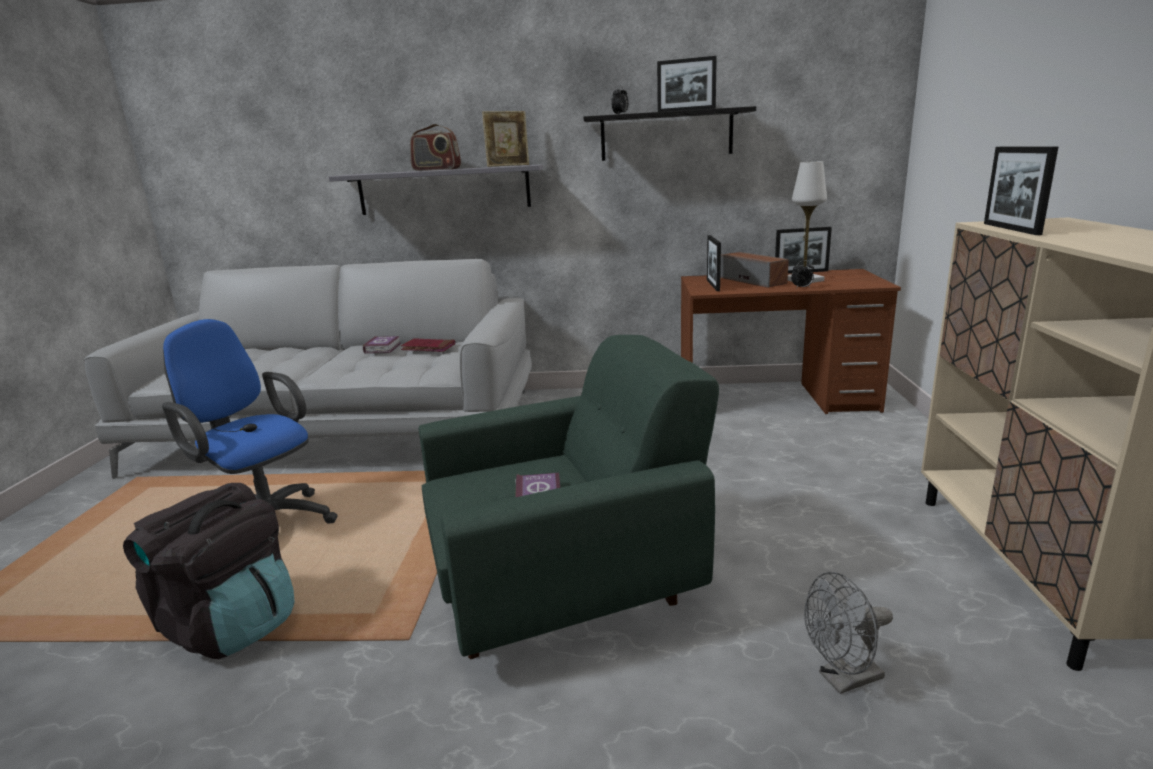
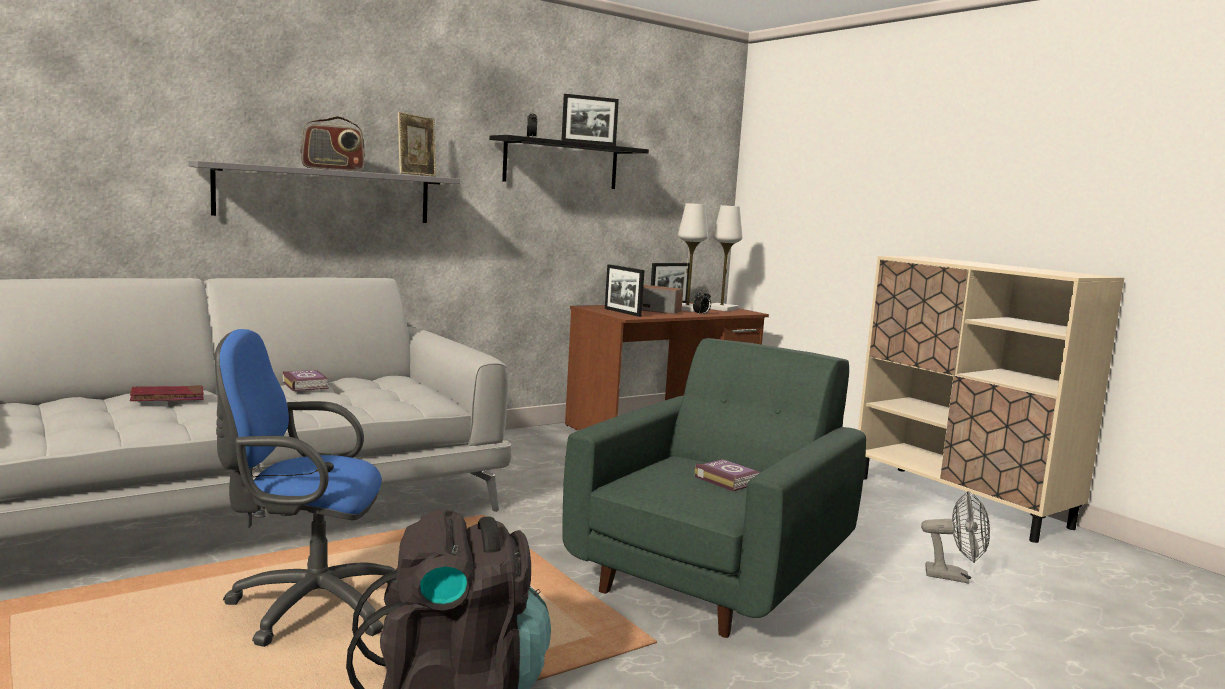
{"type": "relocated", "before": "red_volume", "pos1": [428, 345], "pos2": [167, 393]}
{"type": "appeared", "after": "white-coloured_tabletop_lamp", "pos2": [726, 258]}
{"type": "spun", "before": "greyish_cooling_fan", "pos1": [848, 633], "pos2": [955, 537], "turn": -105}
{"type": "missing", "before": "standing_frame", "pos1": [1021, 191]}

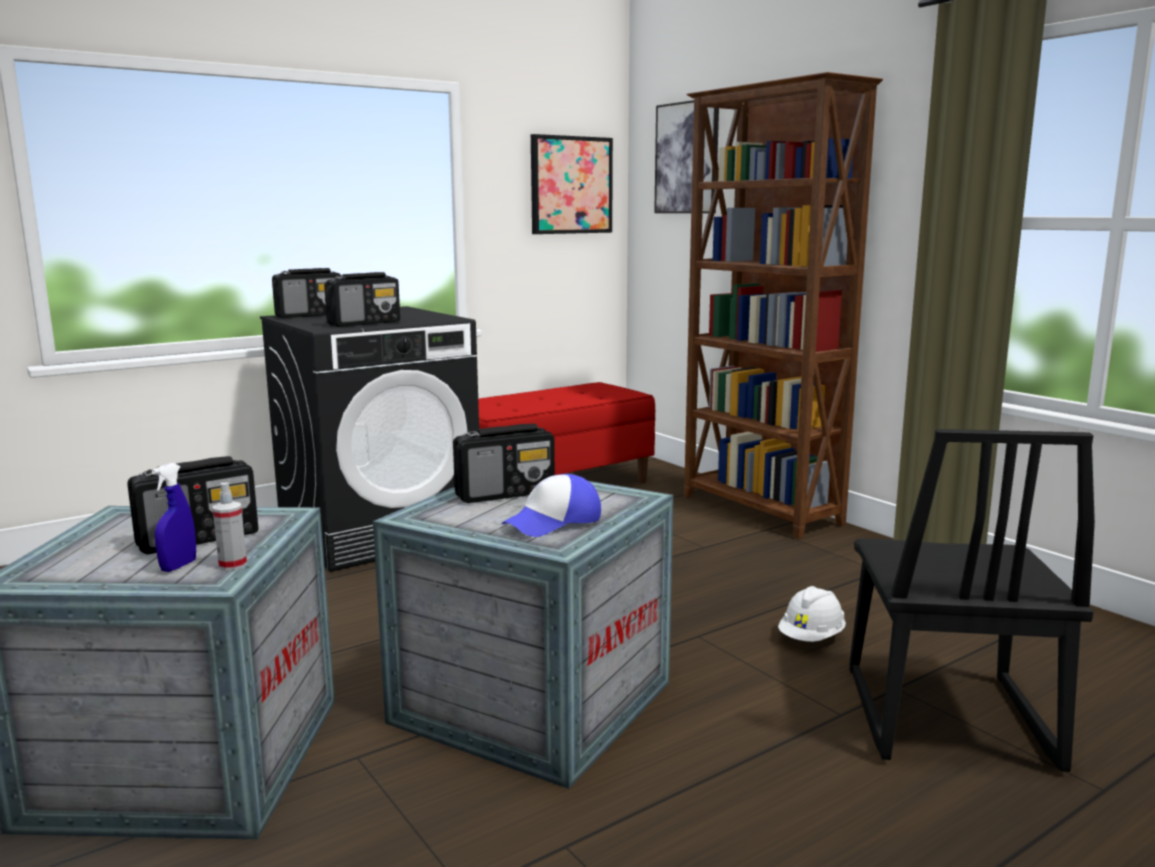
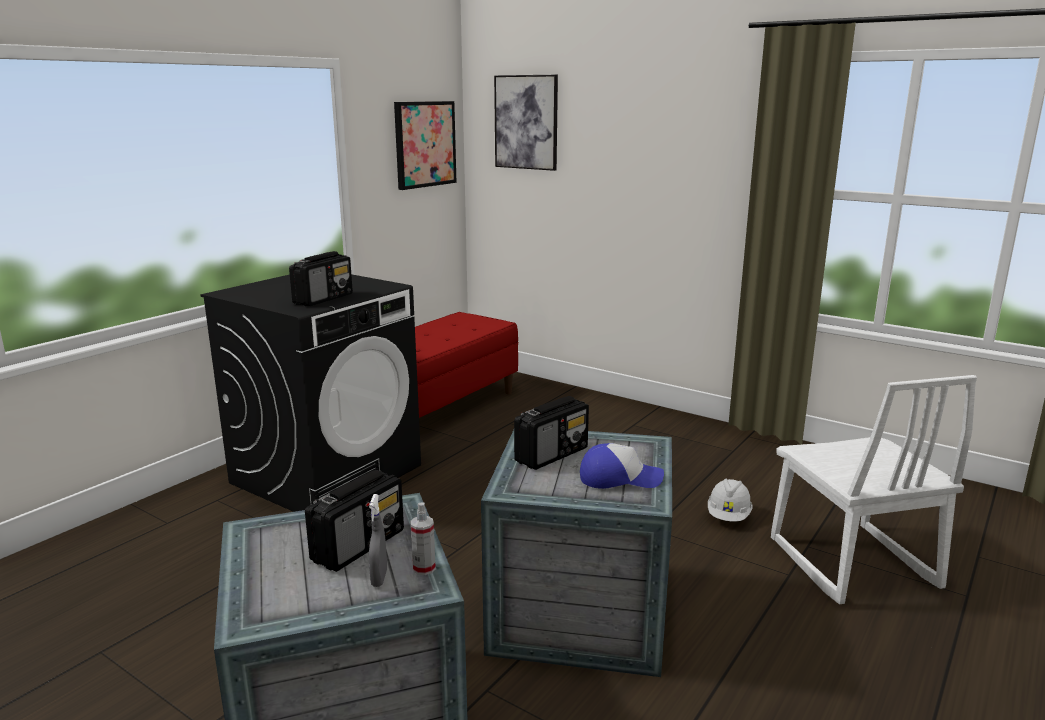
{"type": "colour", "before": "bluish_sprayer", "after": "greyish_sprayer", "pos1": [174, 517], "pos2": [378, 540]}
{"type": "spun", "before": "peaked_cap", "pos1": [551, 505], "pos2": [622, 466], "turn": -120}
{"type": "colour", "before": "blackish_upright_chair", "after": "white-coloured_upright_chair", "pos1": [972, 600], "pos2": [874, 490]}
{"type": "missing", "before": "radio_set", "pos1": [307, 293]}
{"type": "missing", "before": "brown-coloured_shelving_unit", "pos1": [783, 305]}

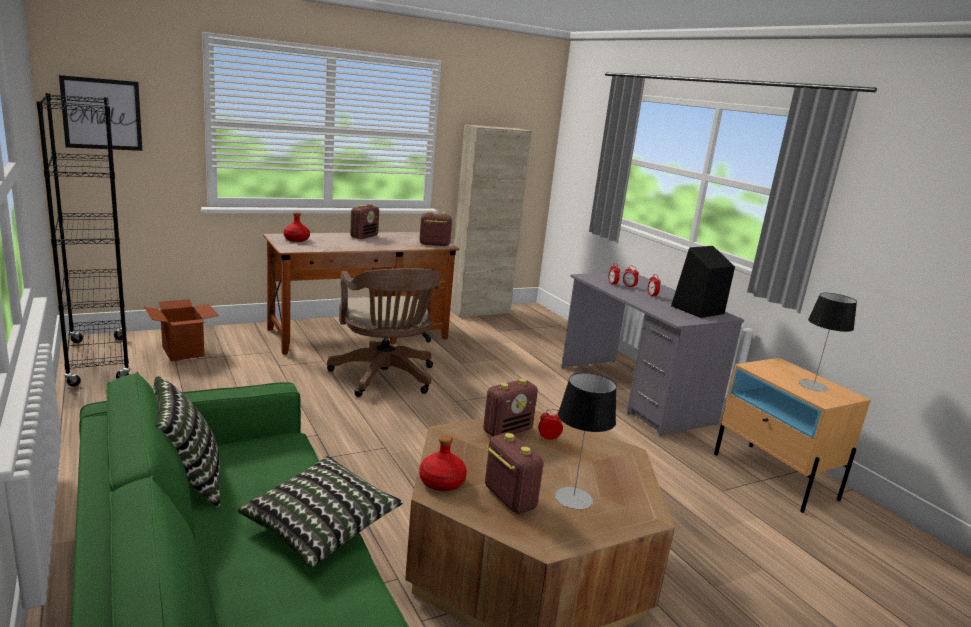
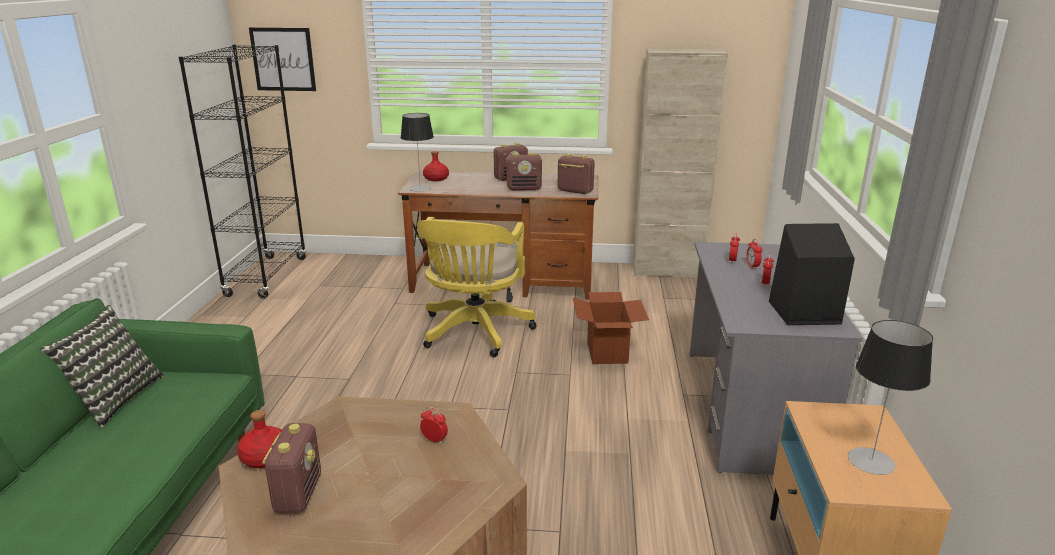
{"type": "relocated", "before": "tabletop_lamp", "pos1": [586, 441], "pos2": [417, 152]}
{"type": "colour", "before": "brown-coloured_office_chair", "after": "yellow-coloured_office_chair", "pos1": [384, 332], "pos2": [477, 287]}
{"type": "relocated", "before": "radio_set", "pos1": [510, 408], "pos2": [524, 171]}
{"type": "relocated", "before": "cardboard_box", "pos1": [181, 330], "pos2": [611, 328]}
{"type": "missing", "before": "cushion", "pos1": [320, 511]}

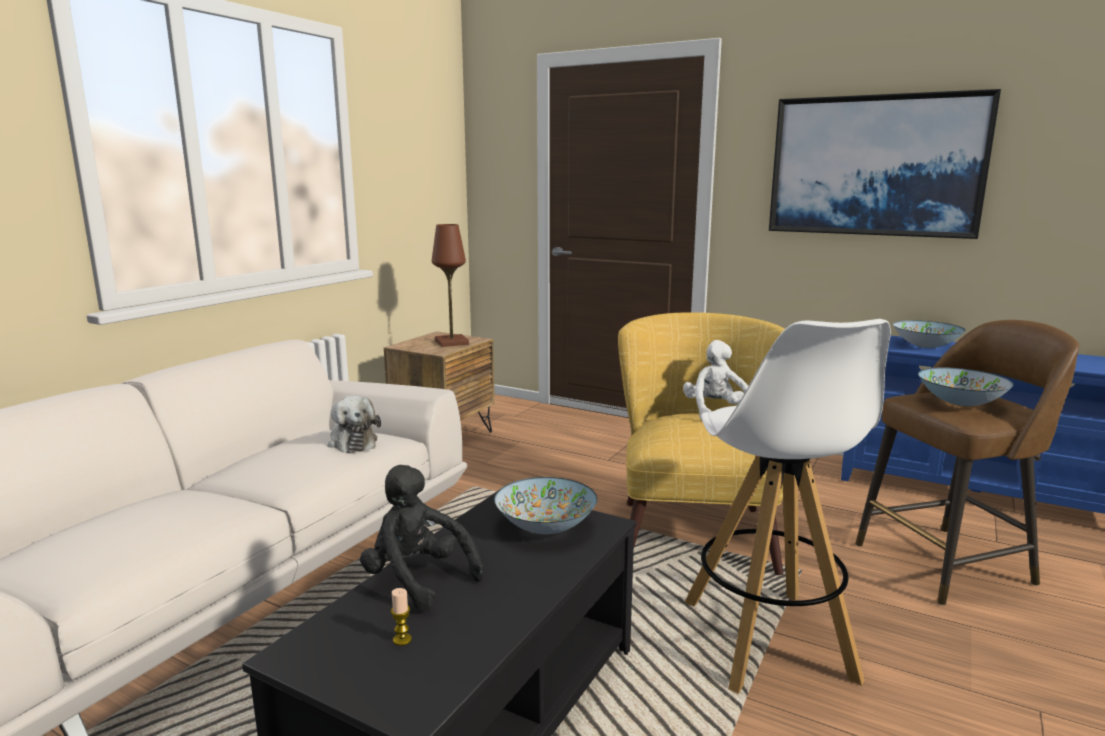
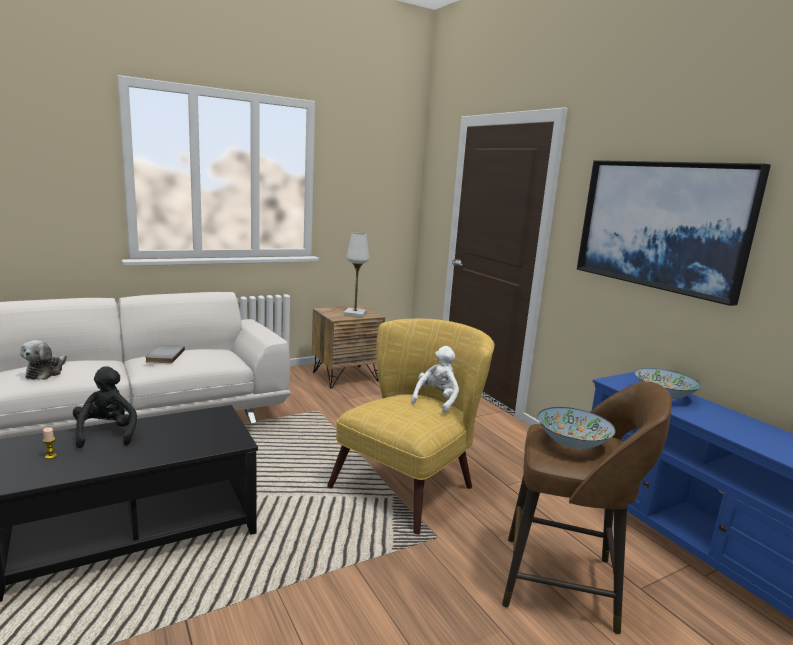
{"type": "relocated", "before": "cuddly_toy", "pos1": [354, 424], "pos2": [43, 360]}
{"type": "appeared", "after": "greyish_volume", "pos2": [165, 354]}
{"type": "colour", "before": "brown-coloured_tabletop_lamp", "after": "white-coloured_tabletop_lamp", "pos1": [450, 285], "pos2": [357, 275]}
{"type": "missing", "before": "bowl", "pos1": [545, 505]}
{"type": "missing", "before": "white-coloured_stool", "pos1": [787, 506]}

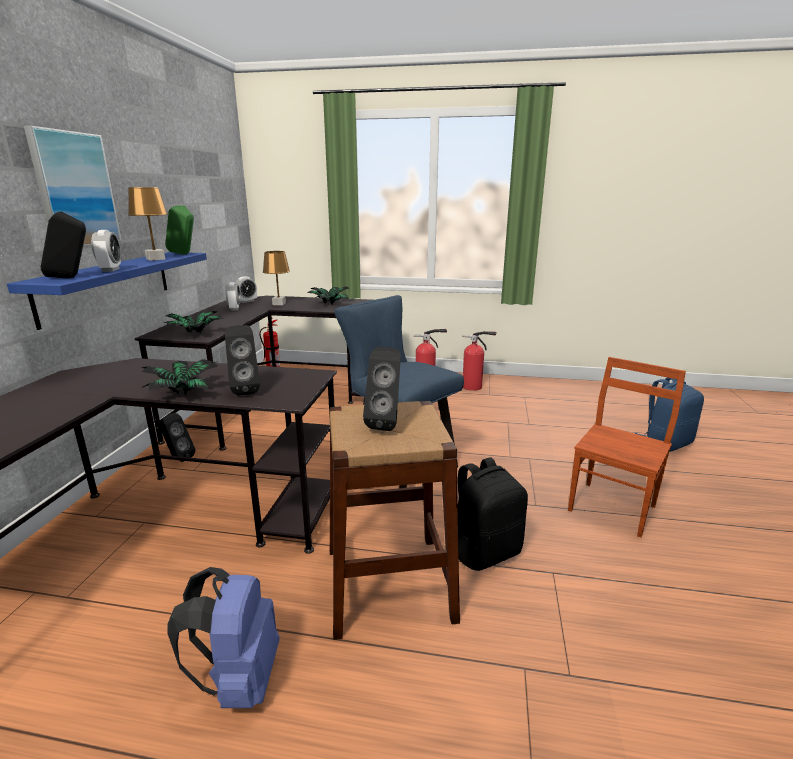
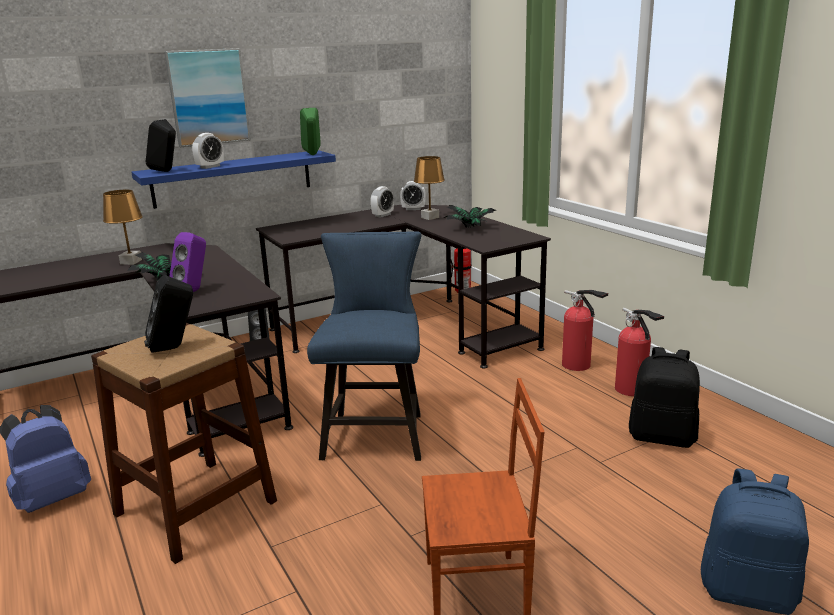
{"type": "relocated", "before": "brown-coloured_tabletop_lamp", "pos1": [147, 224], "pos2": [123, 227]}
{"type": "colour", "before": "blackish_audio_speaker", "after": "purple_audio_speaker", "pos1": [242, 360], "pos2": [187, 262]}
{"type": "relocated", "before": "blackish_rucksack", "pos1": [493, 514], "pos2": [664, 397]}
{"type": "missing", "before": "plant_in_a_pot", "pos1": [193, 322]}

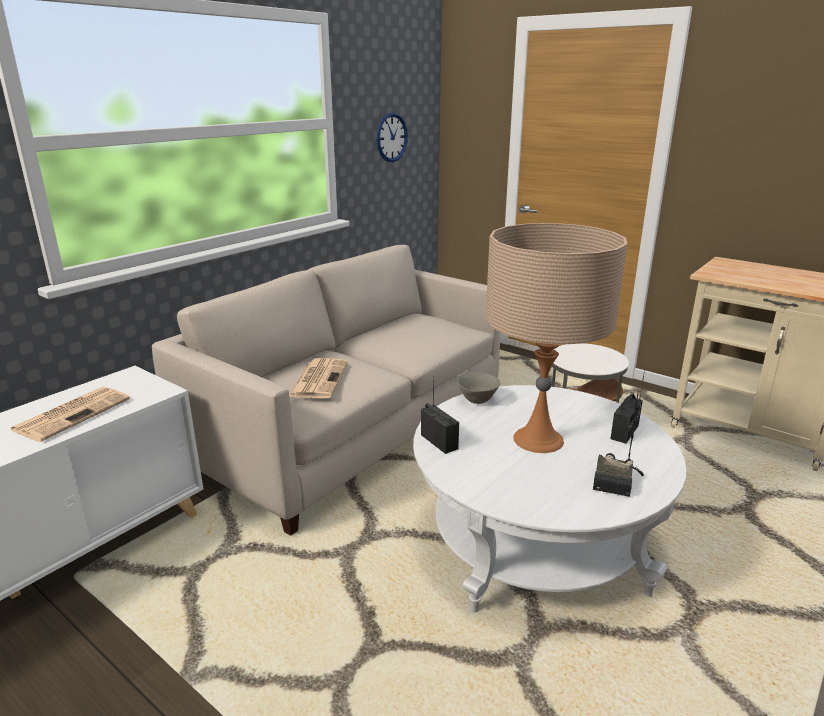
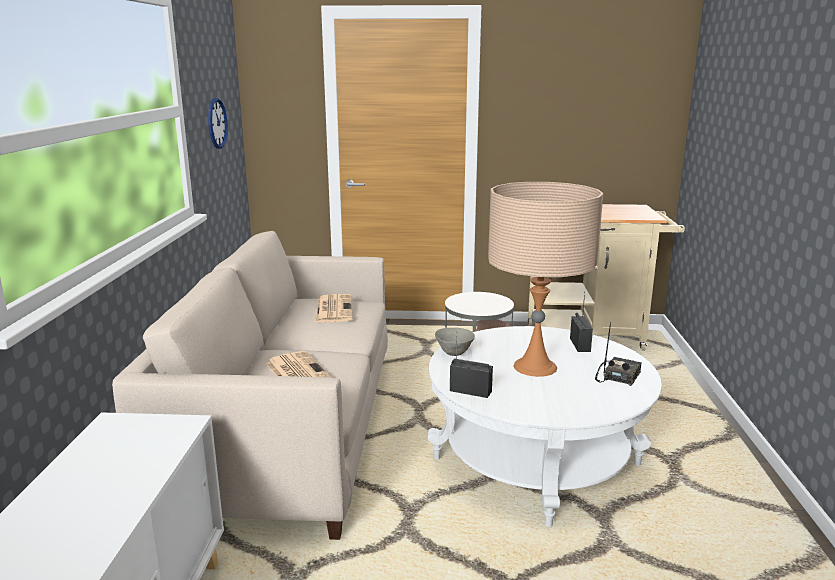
{"type": "relocated", "before": "newspaper", "pos1": [70, 414], "pos2": [333, 308]}
{"type": "spun", "before": "radio_set", "pos1": [618, 443], "pos2": [618, 354], "turn": -135}

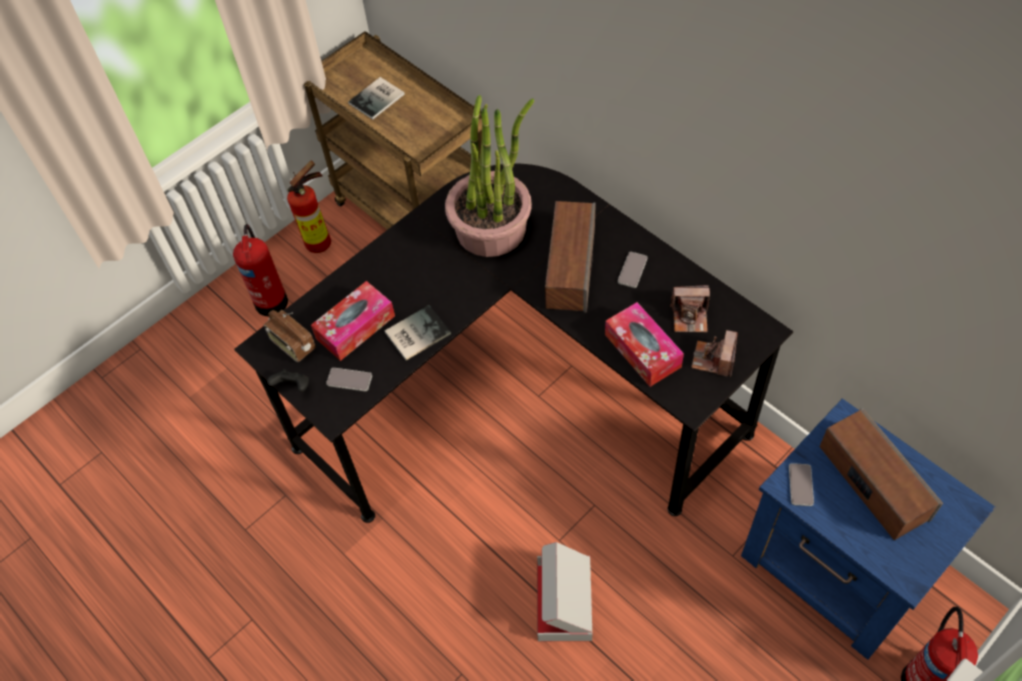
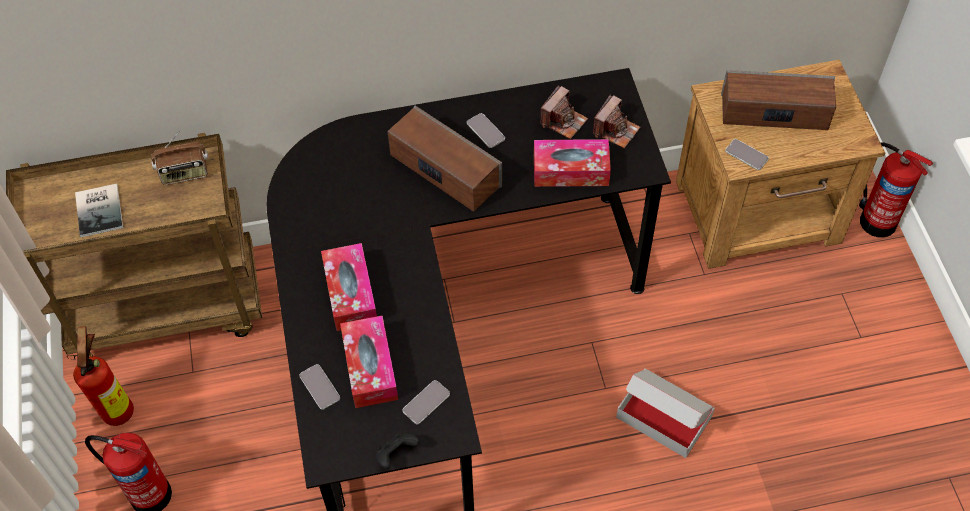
{"type": "relocated", "before": "radio_set", "pos1": [290, 336], "pos2": [179, 157]}
{"type": "appeared", "after": "handset", "pos2": [319, 387]}
{"type": "appeared", "after": "tissue_holder", "pos2": [349, 287]}
{"type": "spun", "before": "photo_camera", "pos1": [714, 353], "pos2": [616, 121], "turn": -105}
{"type": "colour", "before": "bluish_bedside_table", "after": "brown-coloured_bedside_table", "pos1": [868, 529], "pos2": [780, 164]}
{"type": "missing", "before": "volume", "pos1": [418, 332]}
{"type": "missing", "before": "plant_in_a_pot", "pos1": [489, 176]}

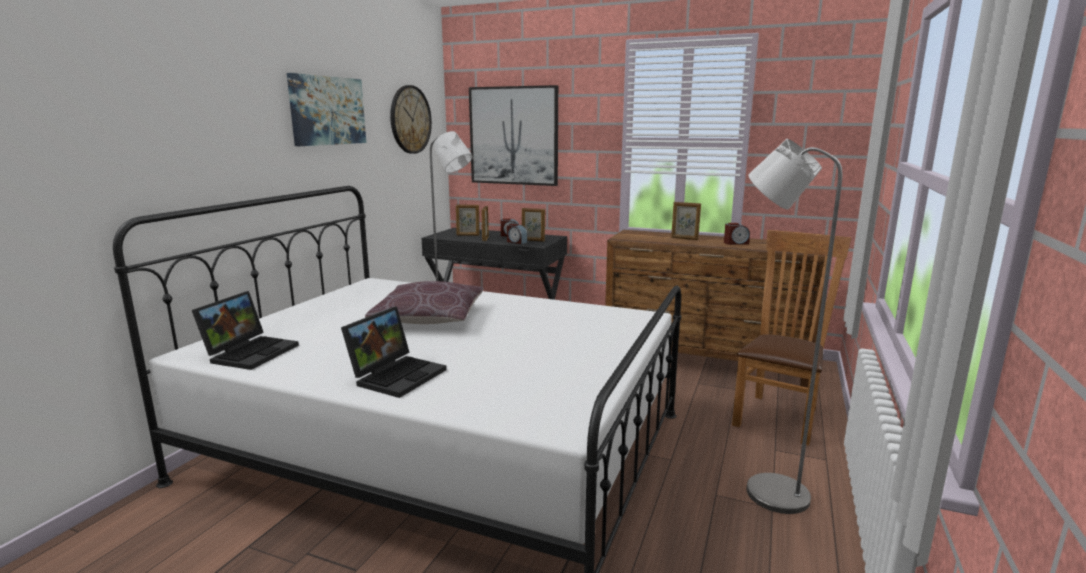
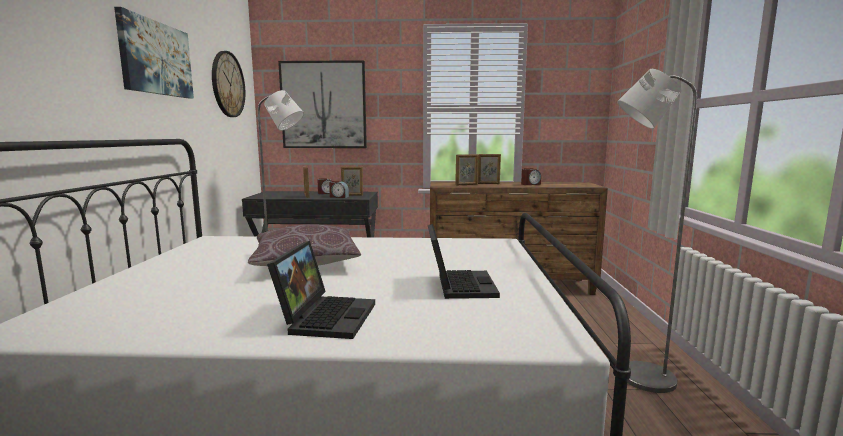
{"type": "relocated", "before": "laptop", "pos1": [245, 330], "pos2": [464, 261]}
{"type": "relocated", "before": "standing_frame", "pos1": [467, 220], "pos2": [466, 169]}
{"type": "missing", "before": "brown-coloured_upright_chair", "pos1": [791, 338]}

